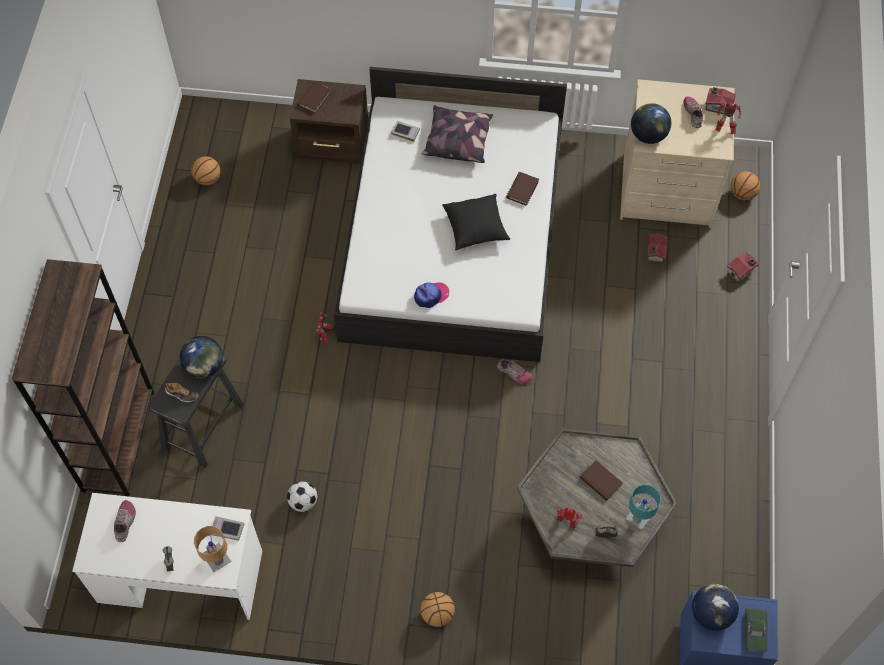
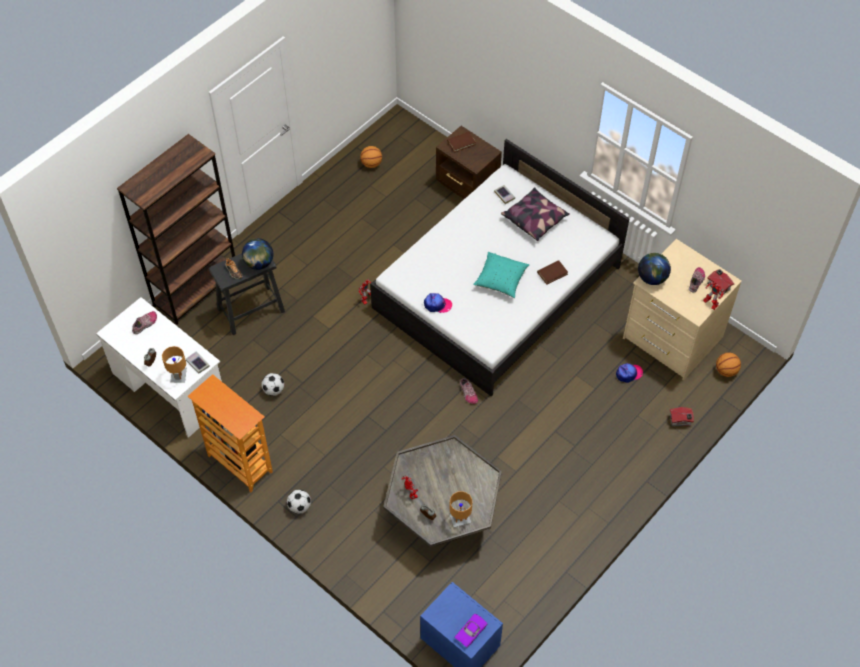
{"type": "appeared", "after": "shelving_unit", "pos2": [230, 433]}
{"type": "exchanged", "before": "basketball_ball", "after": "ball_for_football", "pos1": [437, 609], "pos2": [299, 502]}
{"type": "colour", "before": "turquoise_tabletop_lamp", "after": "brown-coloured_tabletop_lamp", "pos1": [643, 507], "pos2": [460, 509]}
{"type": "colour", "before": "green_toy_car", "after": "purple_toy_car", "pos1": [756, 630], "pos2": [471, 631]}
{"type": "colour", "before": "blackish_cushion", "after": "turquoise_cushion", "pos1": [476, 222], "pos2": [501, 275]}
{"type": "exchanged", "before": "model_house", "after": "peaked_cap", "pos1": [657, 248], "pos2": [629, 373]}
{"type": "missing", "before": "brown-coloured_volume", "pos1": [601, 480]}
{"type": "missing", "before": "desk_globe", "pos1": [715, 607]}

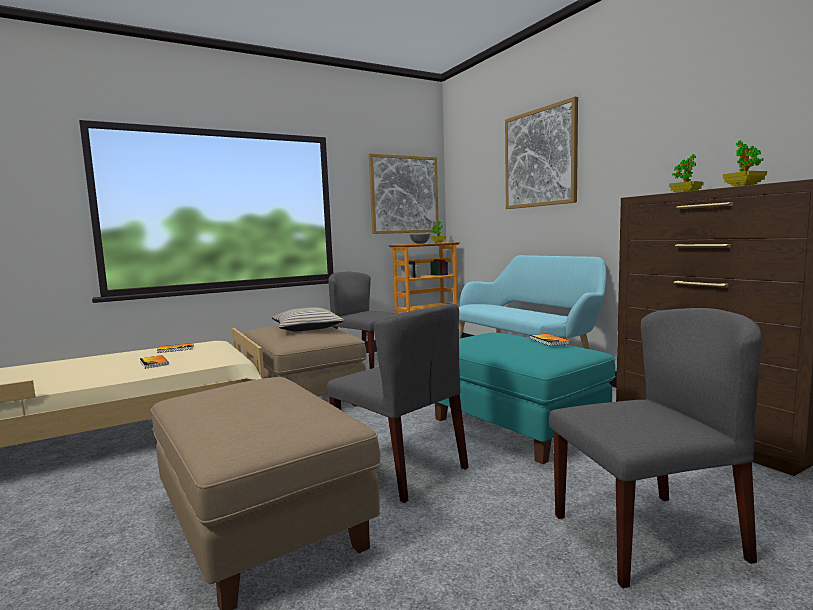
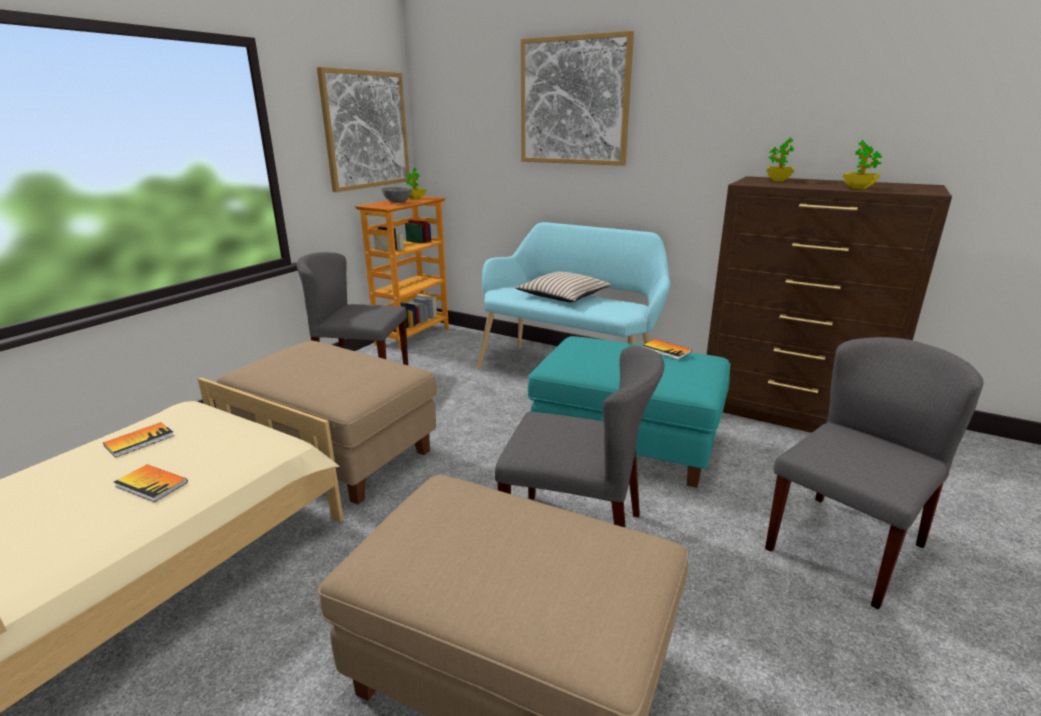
{"type": "relocated", "before": "sand-coloured_cushion", "pos1": [308, 319], "pos2": [564, 286]}

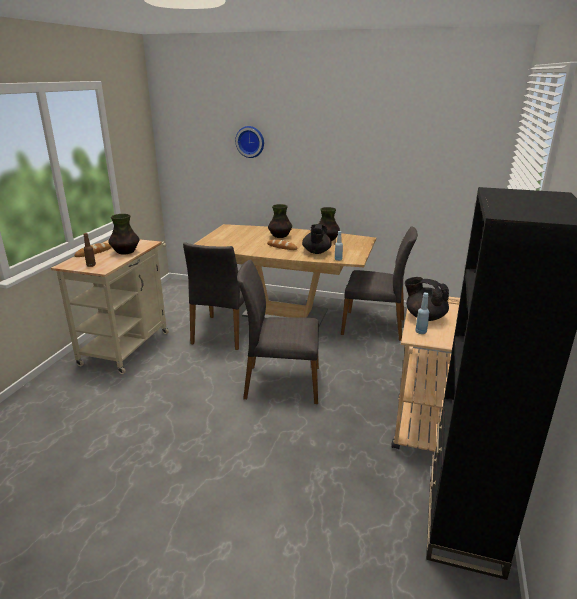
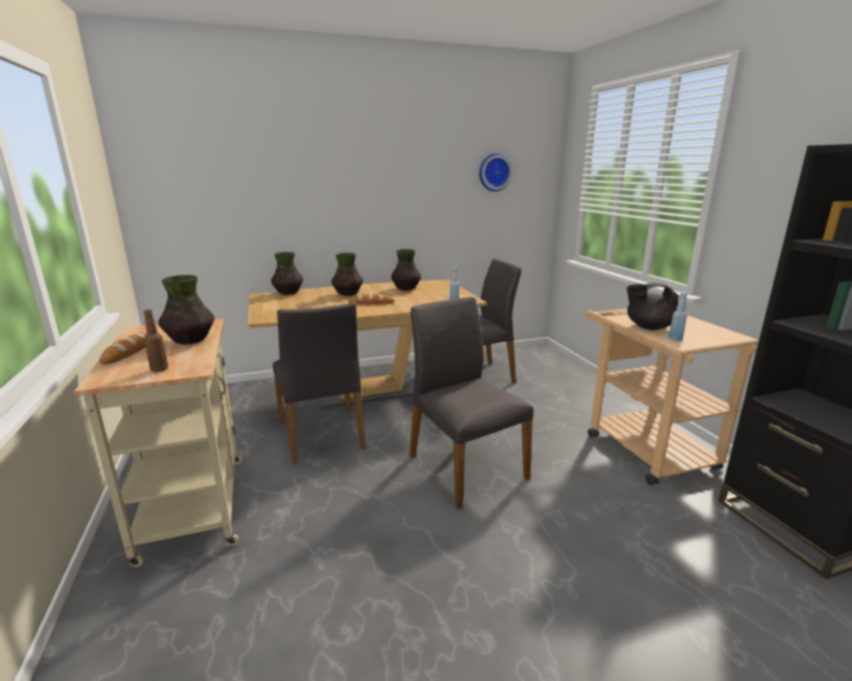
{"type": "appeared", "after": "decorative_vase", "pos2": [287, 273]}
{"type": "spun", "before": "greyish_upright_chair", "pos1": [278, 332], "pos2": [471, 403], "turn": 90}
{"type": "relocated", "before": "wall_clock", "pos1": [249, 142], "pos2": [495, 172]}
{"type": "missing", "before": "blackish_tea_pot", "pos1": [317, 239]}

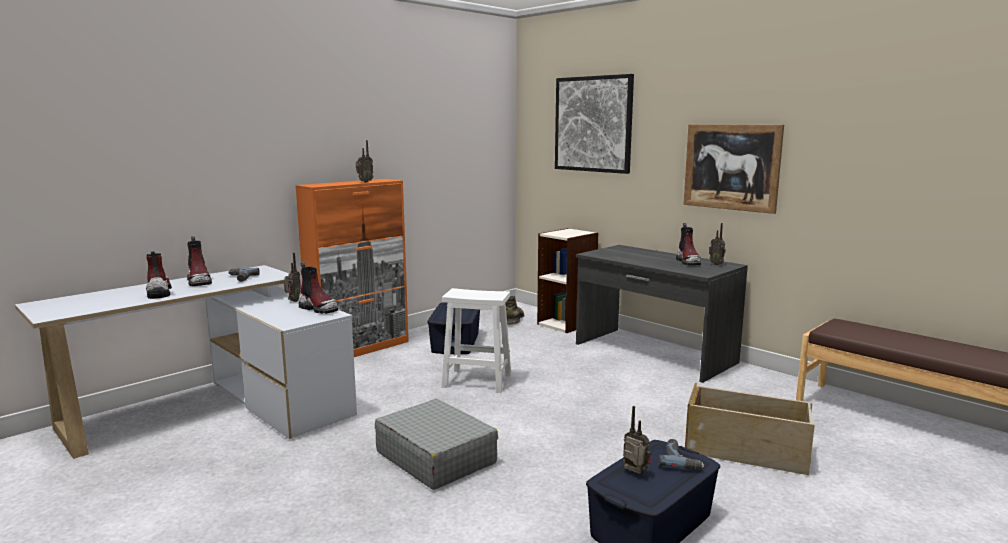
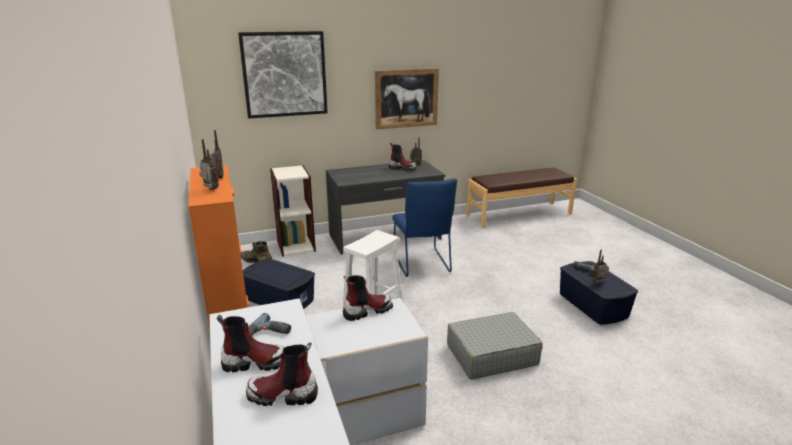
{"type": "relocated", "before": "radio_set", "pos1": [292, 277], "pos2": [209, 164]}
{"type": "appeared", "after": "bluish_upright_chair", "pos2": [424, 227]}
{"type": "missing", "before": "sand-coloured_storage_container", "pos1": [750, 429]}

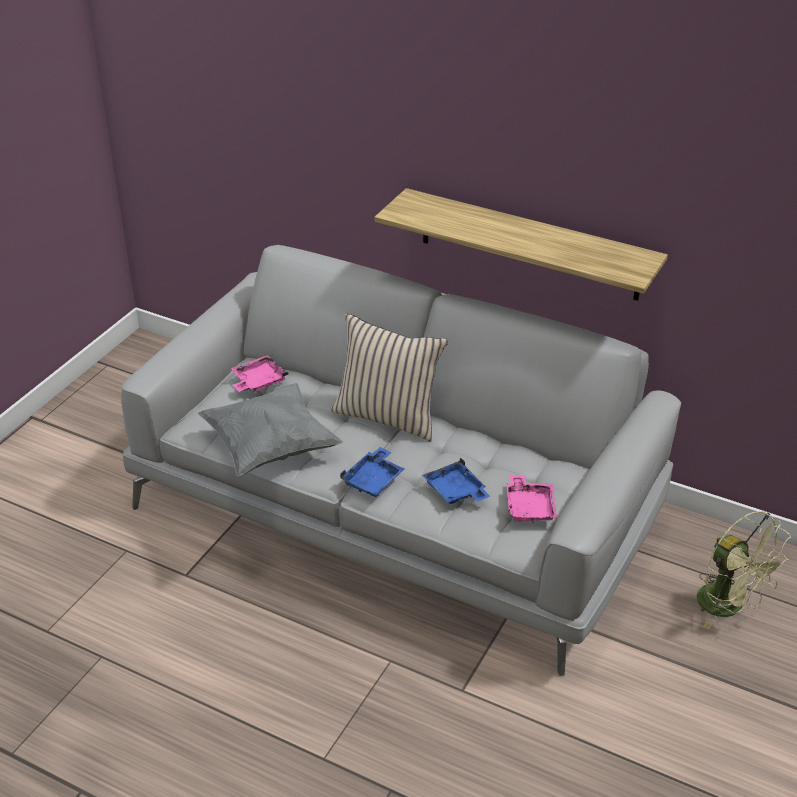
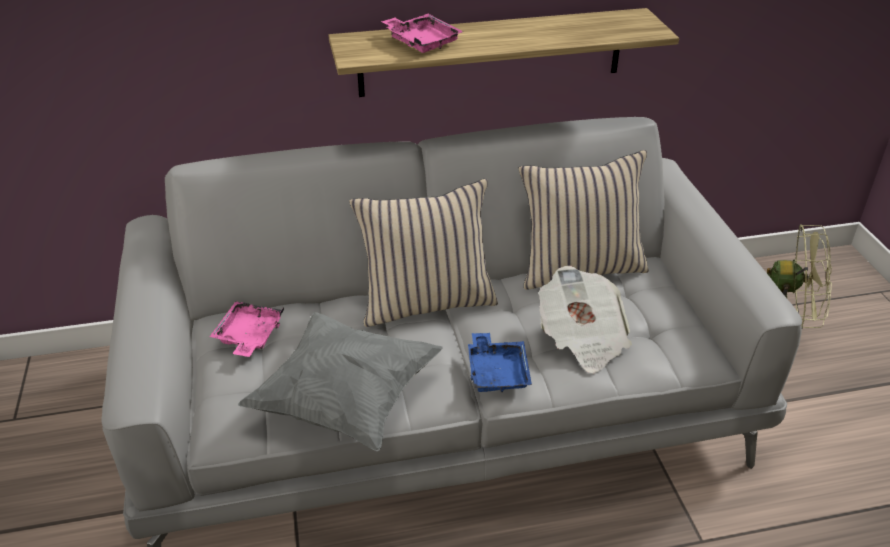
{"type": "relocated", "before": "pink_serving_tray", "pos1": [532, 499], "pos2": [422, 33]}
{"type": "appeared", "after": "sand-coloured_cushion", "pos2": [584, 220]}
{"type": "exchanged", "before": "bluish_serving_tray", "after": "newspaper", "pos1": [456, 481], "pos2": [585, 319]}

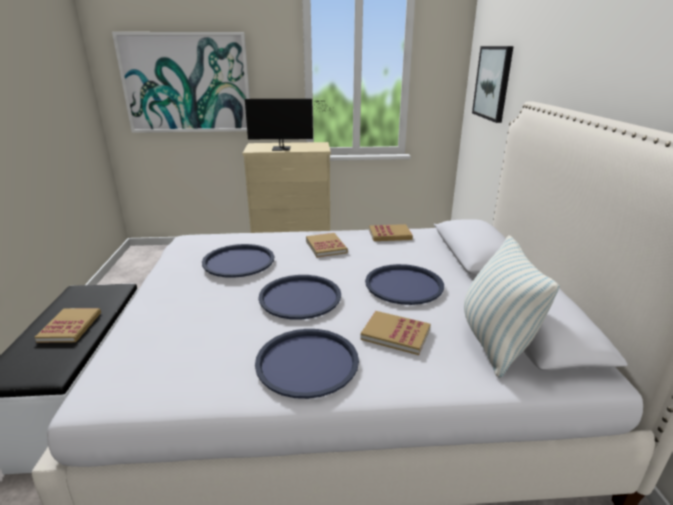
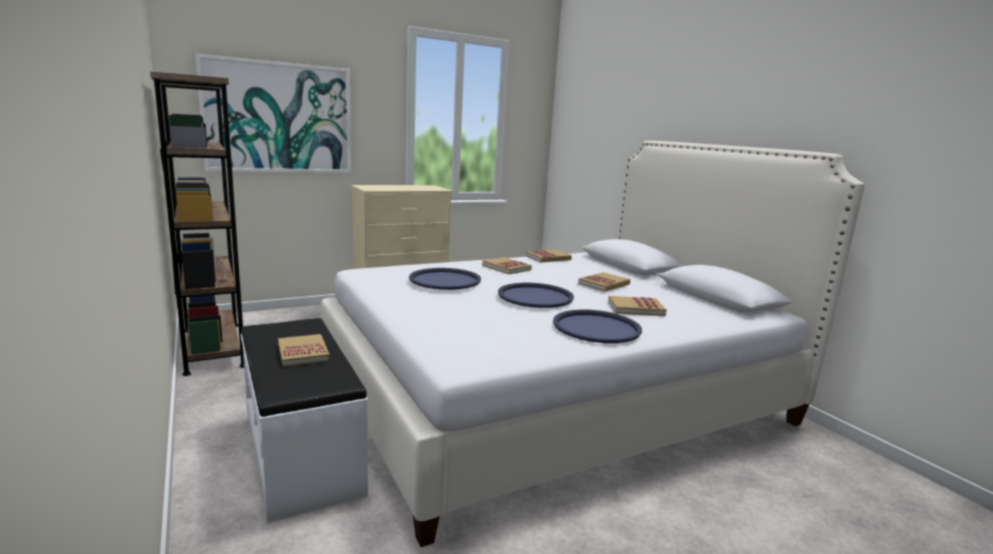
{"type": "appeared", "after": "brown-coloured_shelving_unit", "pos2": [197, 224]}
{"type": "exchanged", "before": "bluish_serving_tray", "after": "volume", "pos1": [404, 284], "pos2": [604, 282]}
{"type": "missing", "before": "computer_display", "pos1": [288, 125]}
{"type": "missing", "before": "cushion", "pos1": [512, 306]}
{"type": "missing", "before": "picture", "pos1": [493, 84]}

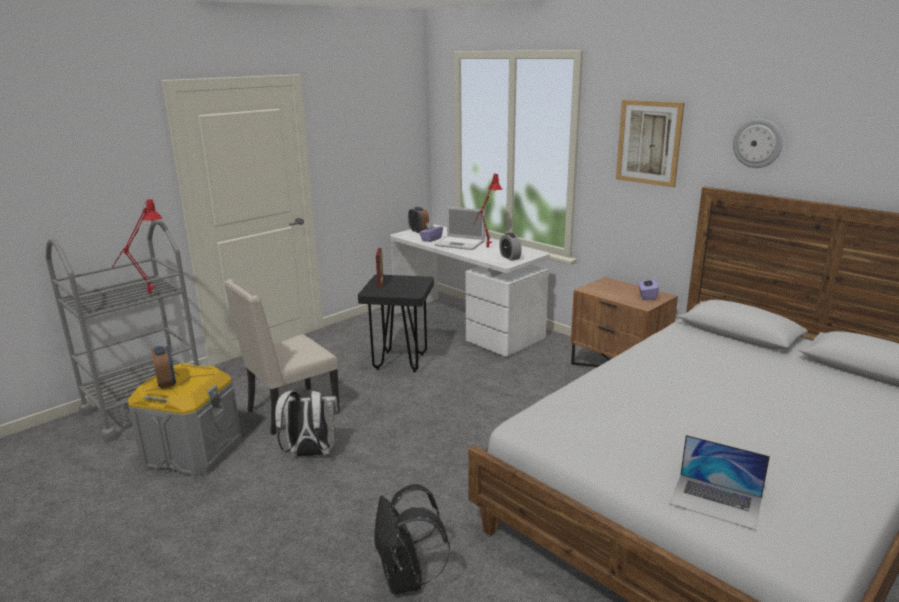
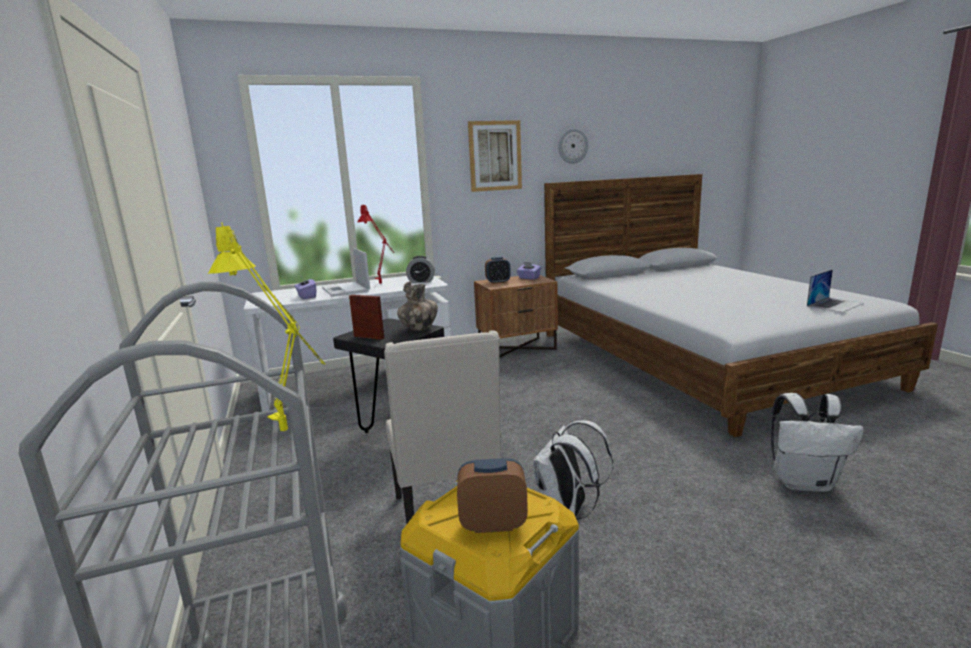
{"type": "colour", "before": "red_tabletop_lamp", "after": "yellow-coloured_tabletop_lamp", "pos1": [137, 246], "pos2": [266, 326]}
{"type": "spun", "before": "laptop", "pos1": [460, 228], "pos2": [346, 272], "turn": 105}
{"type": "appeared", "after": "decorative_vase", "pos2": [417, 306]}
{"type": "relocated", "before": "alarm_clock", "pos1": [418, 220], "pos2": [498, 270]}
{"type": "colour", "before": "blackish_rucksack", "after": "white-coloured_rucksack", "pos1": [412, 539], "pos2": [817, 442]}

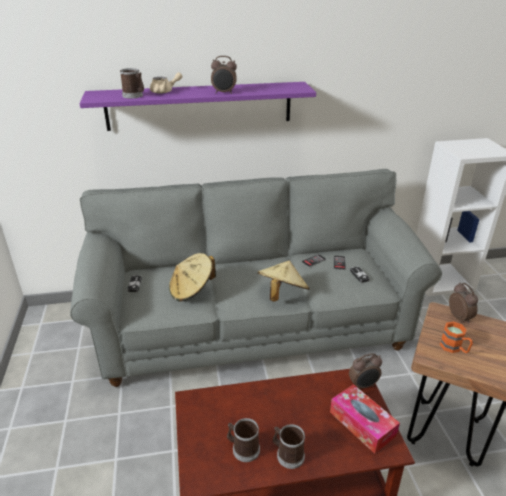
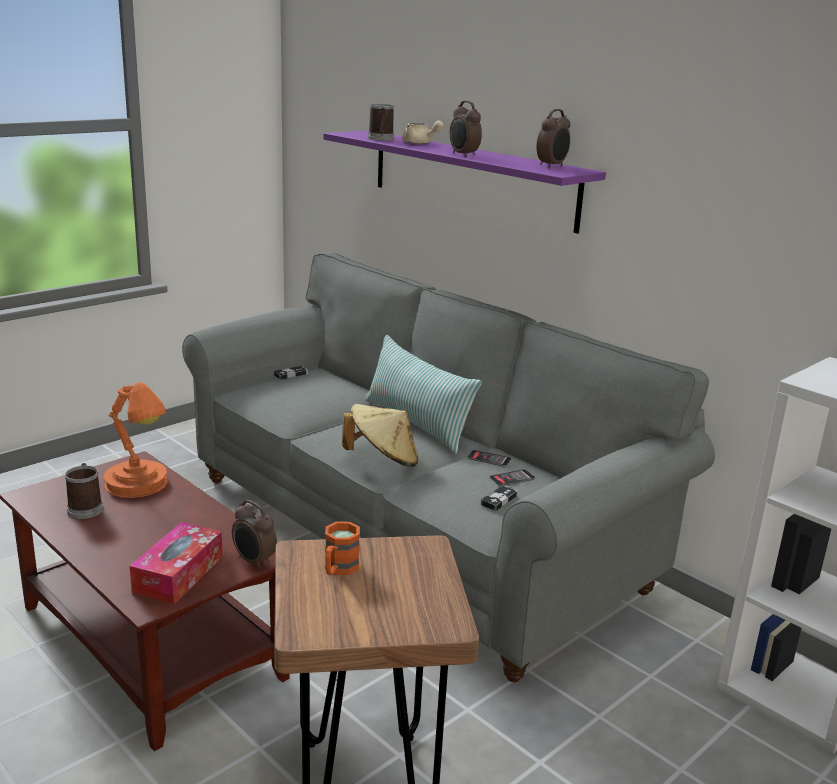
{"type": "appeared", "after": "orangey_tabletop_lamp", "pos2": [136, 440]}
{"type": "appeared", "after": "cushion", "pos2": [423, 394]}
{"type": "relocated", "before": "alarm_clock", "pos1": [463, 303], "pos2": [553, 138]}
{"type": "missing", "before": "sand-coloured_clothing_hat", "pos1": [192, 277]}
{"type": "missing", "before": "mug", "pos1": [289, 446]}

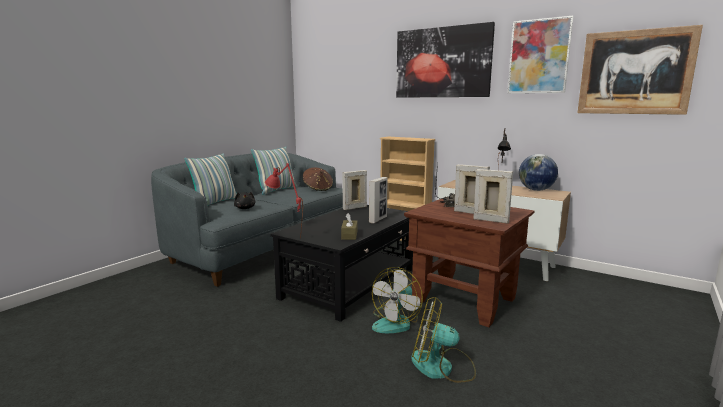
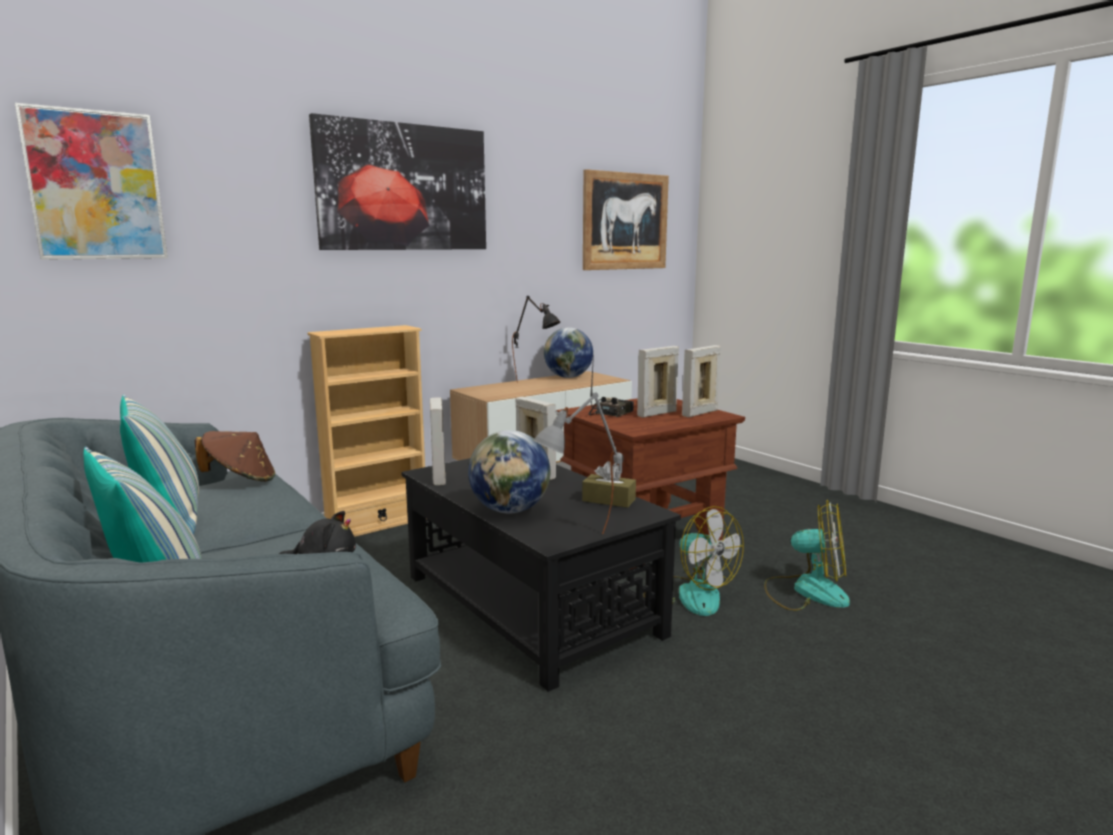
{"type": "relocated", "before": "picture", "pos1": [540, 54], "pos2": [91, 181]}
{"type": "appeared", "after": "desk_globe", "pos2": [509, 472]}
{"type": "colour", "before": "red_tabletop_lamp", "after": "greyish_tabletop_lamp", "pos1": [284, 201], "pos2": [578, 463]}
{"type": "spun", "before": "cooling_fan", "pos1": [443, 340], "pos2": [807, 555], "turn": -105}

